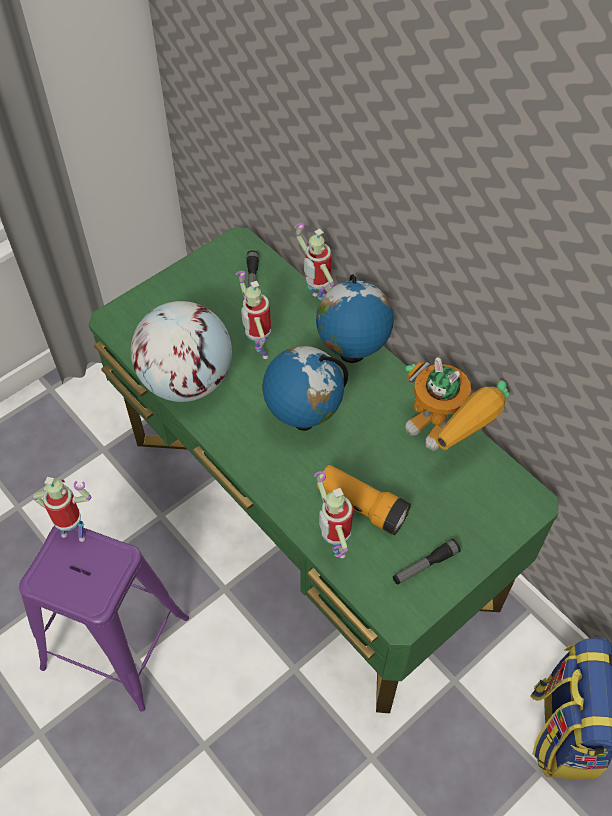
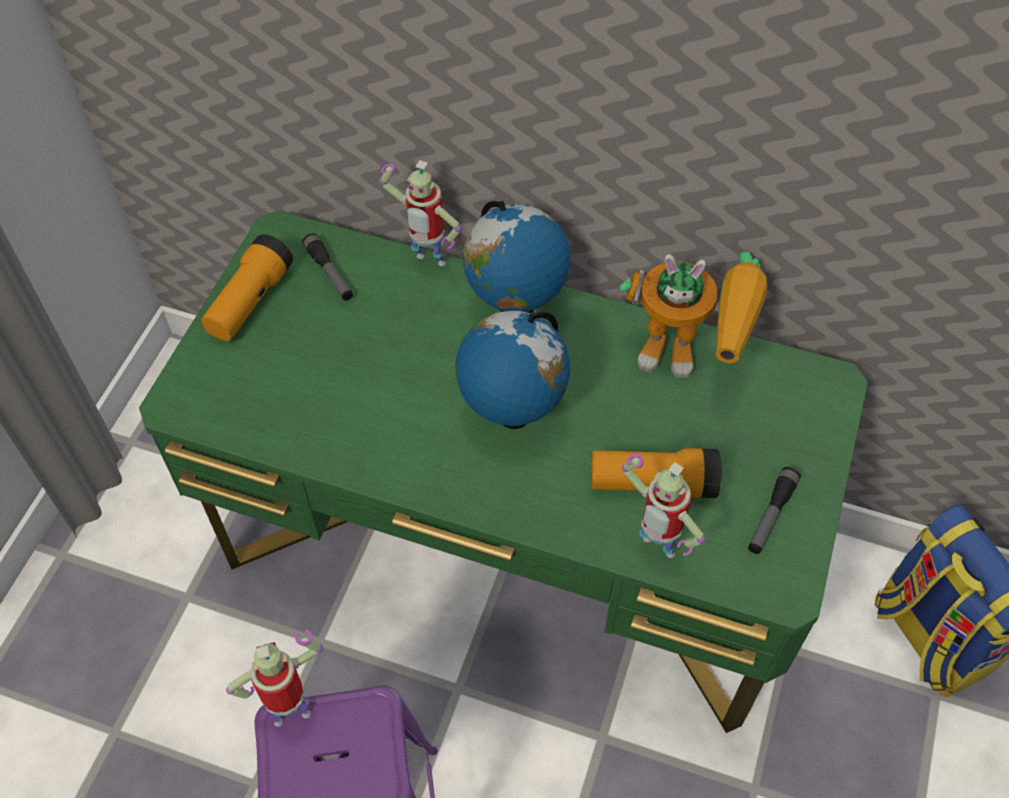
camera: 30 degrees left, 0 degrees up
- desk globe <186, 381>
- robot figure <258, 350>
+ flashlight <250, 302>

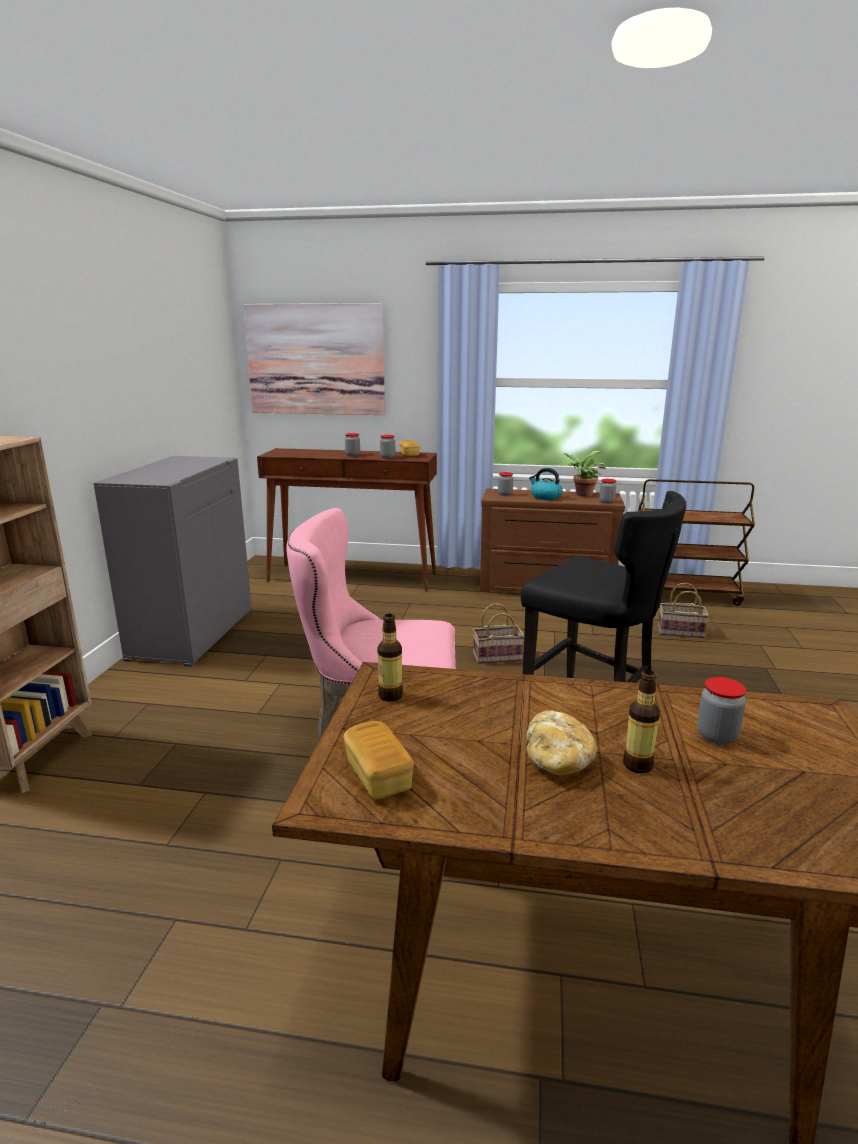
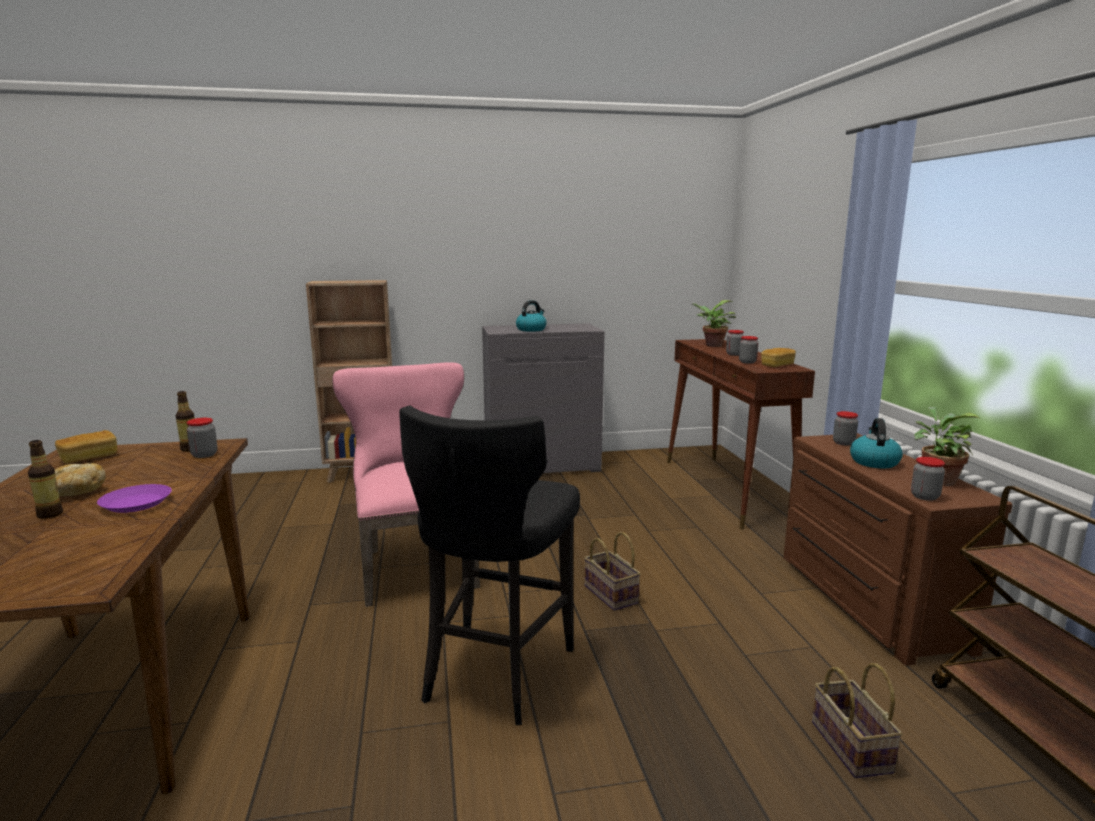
camera: 70 degrees right, 5 degrees down
- wall art <315, 360>
+ flat dish/purple-coloured <136, 504>
+ water kettle <531, 329>
+ potted plant <711, 345>
~ jar <717, 736> to <204, 455>

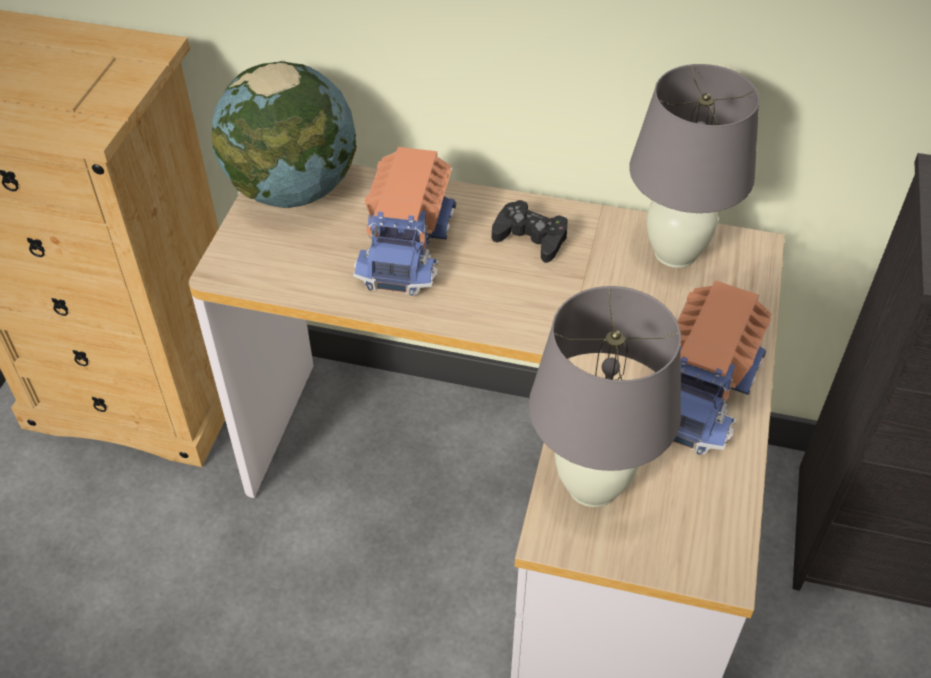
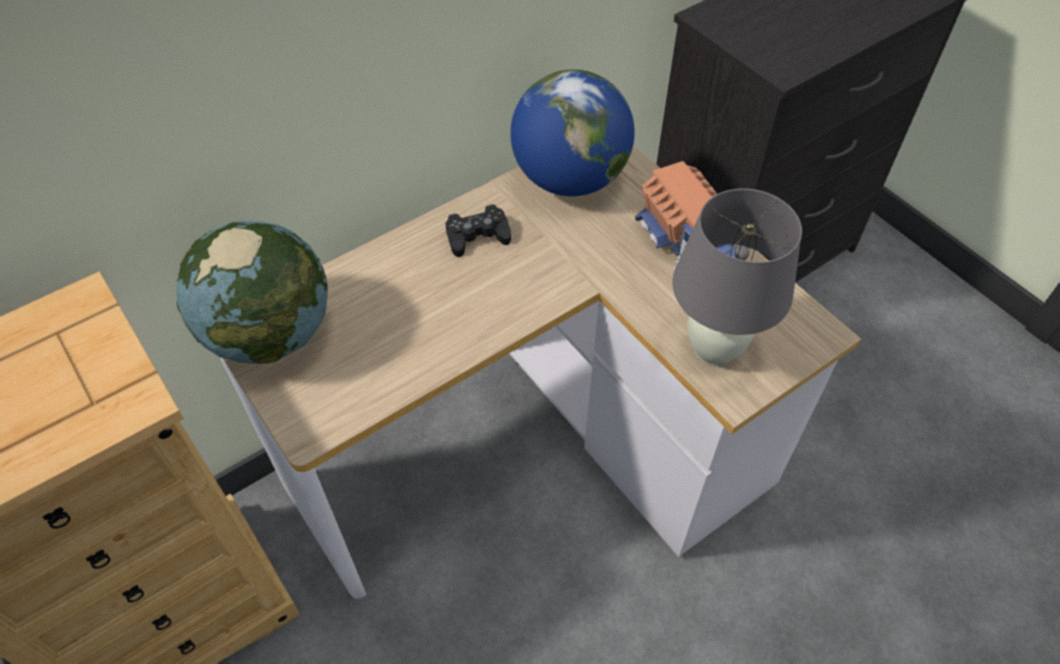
camera: 50 degrees left, 5 degrees up
- toy lorry <408, 245>
~ tabletop lamp/grey <675, 254> to desk globe <570, 179>

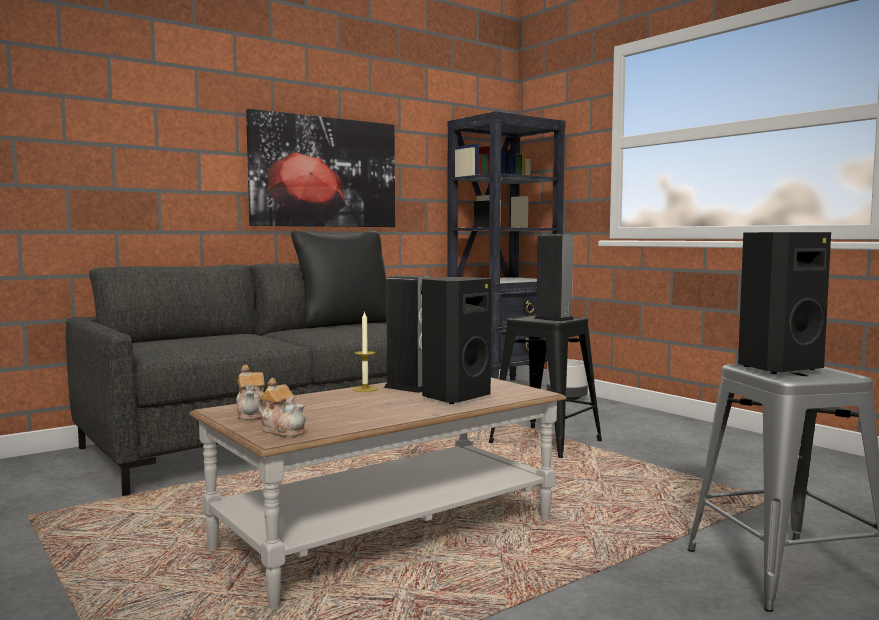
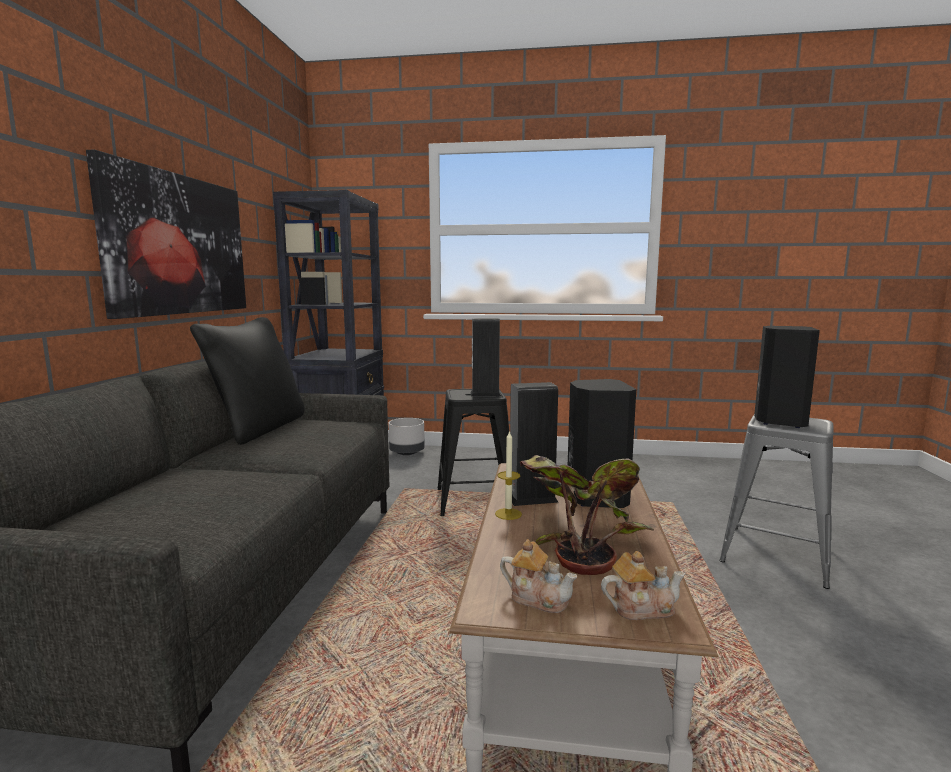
camera: 45 degrees left, 5 degrees up
+ potted plant <578, 542>

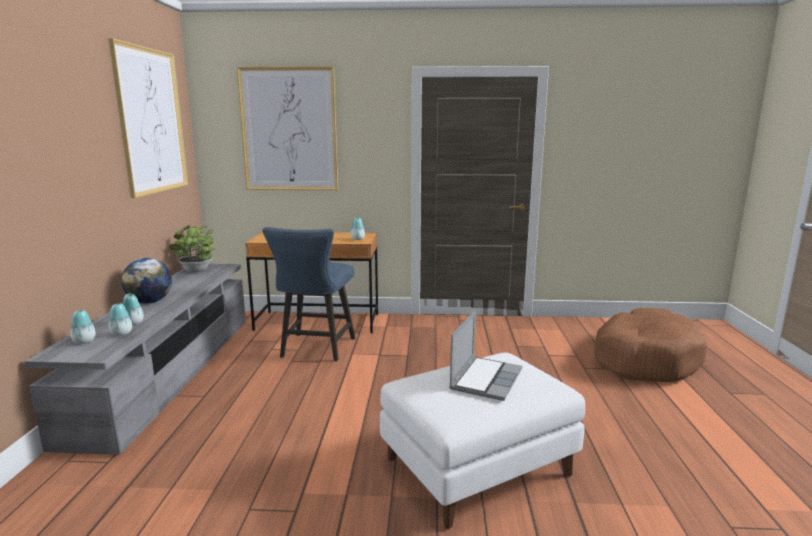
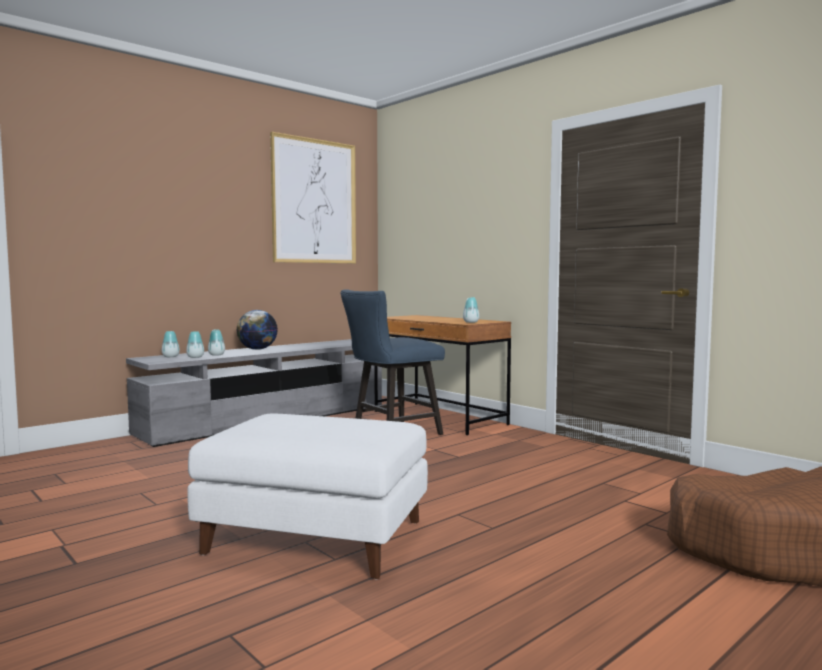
camera: 45 degrees right, 10 degrees down
- potted plant <196, 271>
- wall art <289, 130>
- laptop <485, 379>

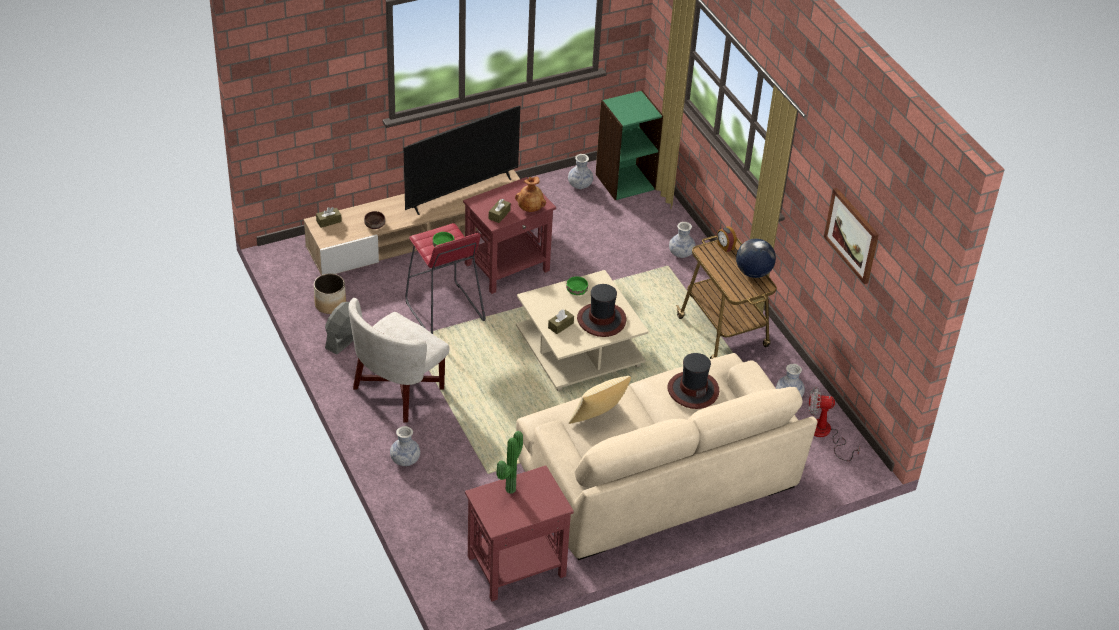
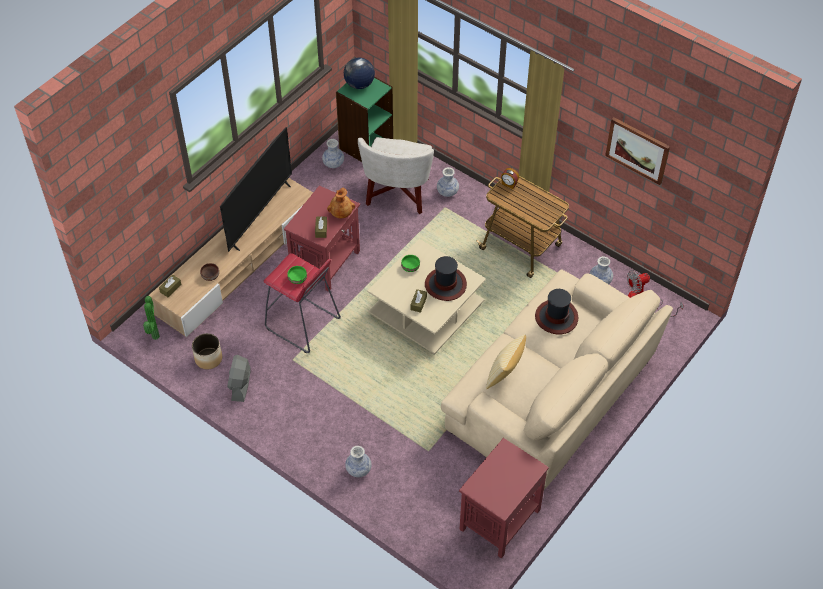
camera: 25 degrees left, 10 degrees up
~ armchair/whitish <398, 389> to <398, 192>
~ potted plant <508, 489> to <154, 336>
~ desk globe <753, 272> to <359, 84>

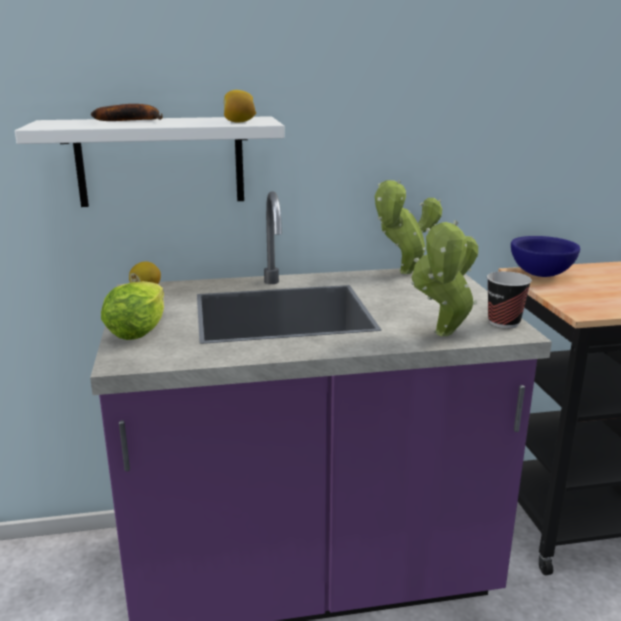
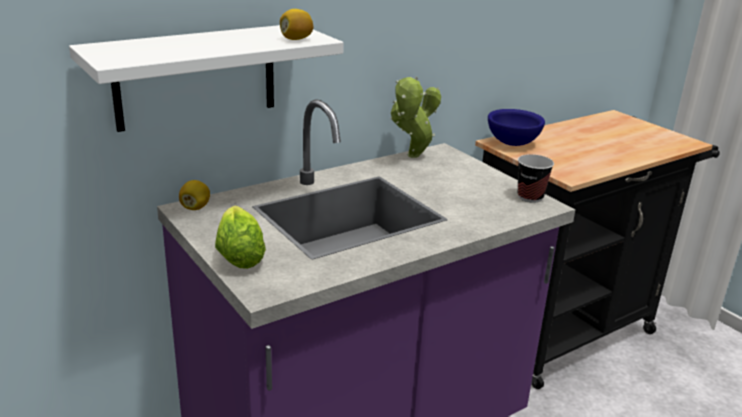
camera: 25 degrees left, 5 degrees up
- banana fruit <132, 120>
- potted plant <443, 336>

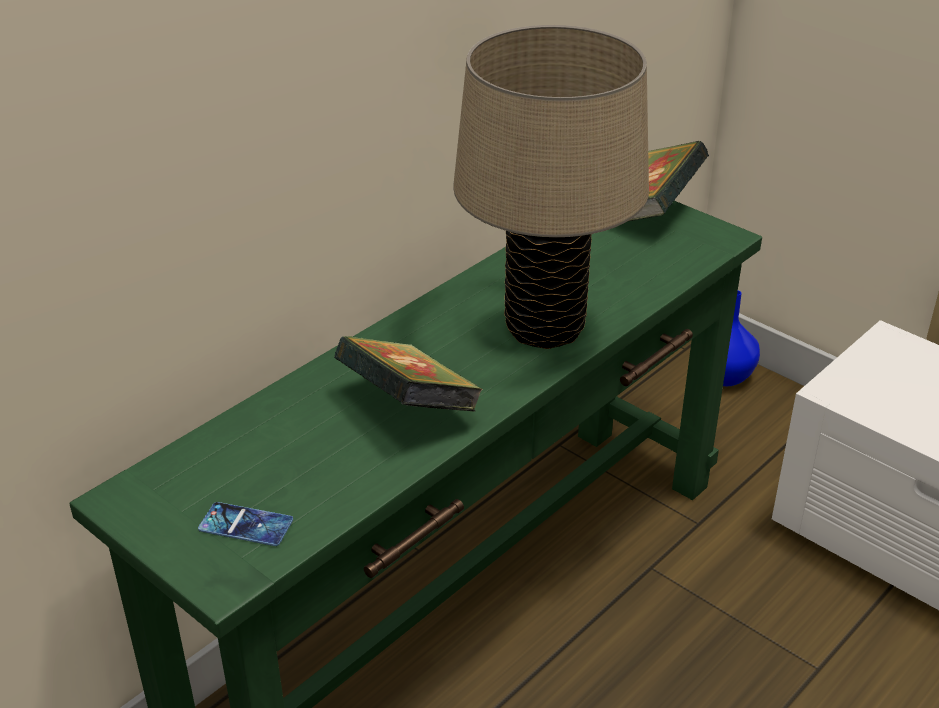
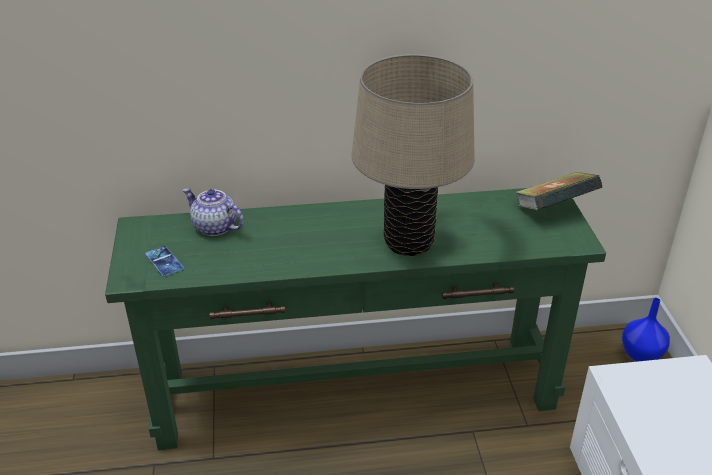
camera: 40 degrees right, 0 degrees up
- volume <408, 408>
+ teapot <214, 227>

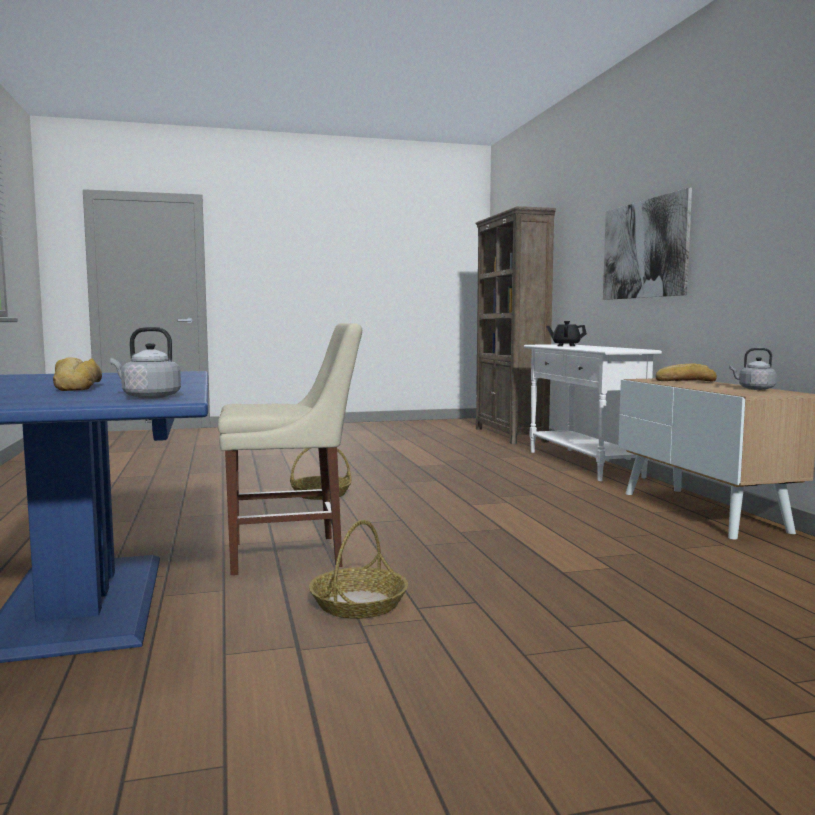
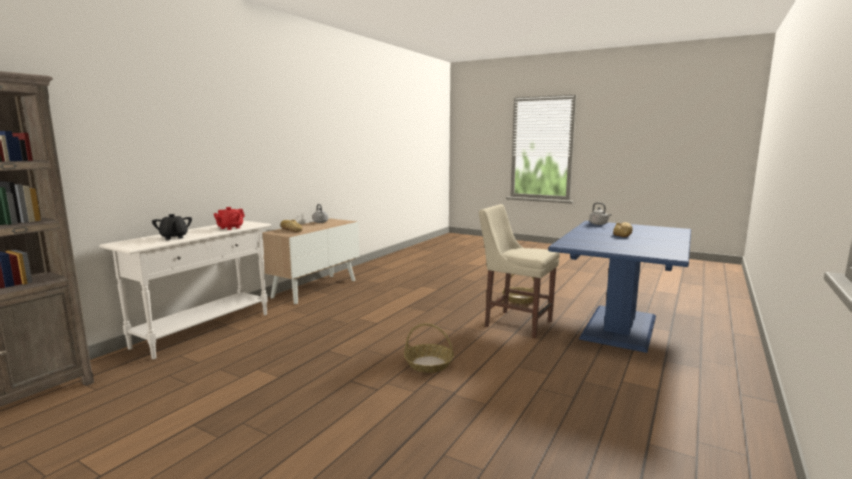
camera: 135 degrees left, 5 degrees up
- wall art <644, 249>
+ teapot/reddish <230, 228>

